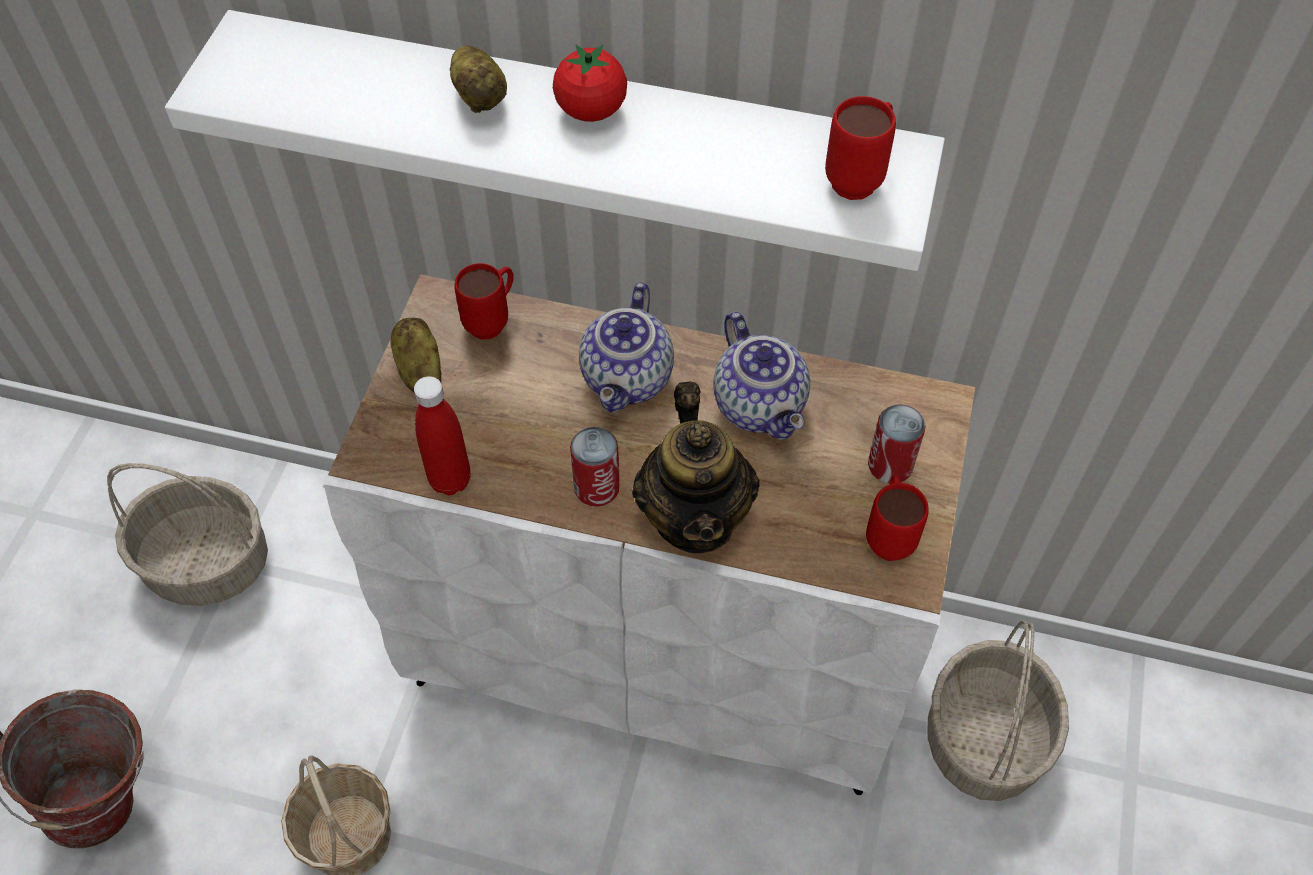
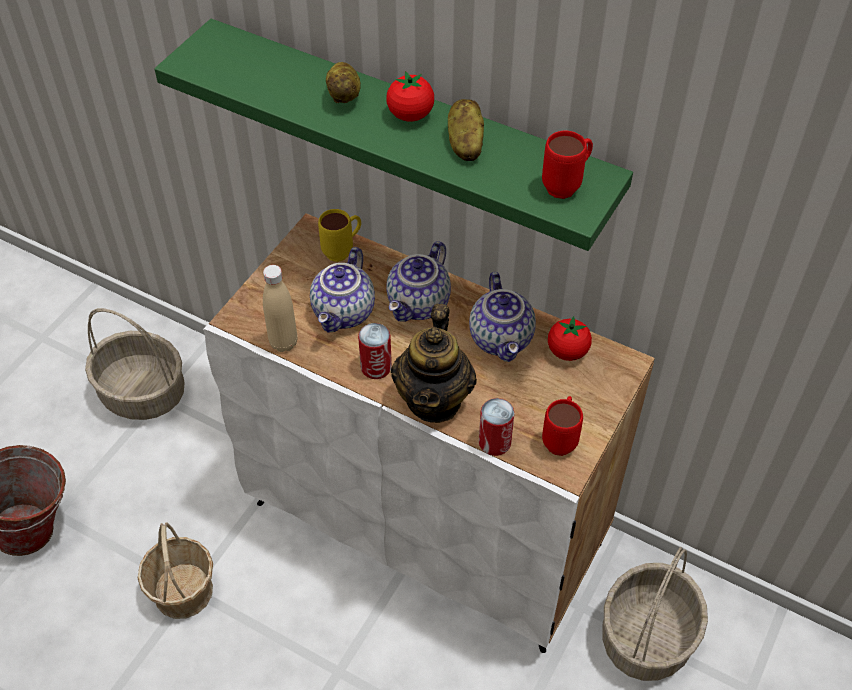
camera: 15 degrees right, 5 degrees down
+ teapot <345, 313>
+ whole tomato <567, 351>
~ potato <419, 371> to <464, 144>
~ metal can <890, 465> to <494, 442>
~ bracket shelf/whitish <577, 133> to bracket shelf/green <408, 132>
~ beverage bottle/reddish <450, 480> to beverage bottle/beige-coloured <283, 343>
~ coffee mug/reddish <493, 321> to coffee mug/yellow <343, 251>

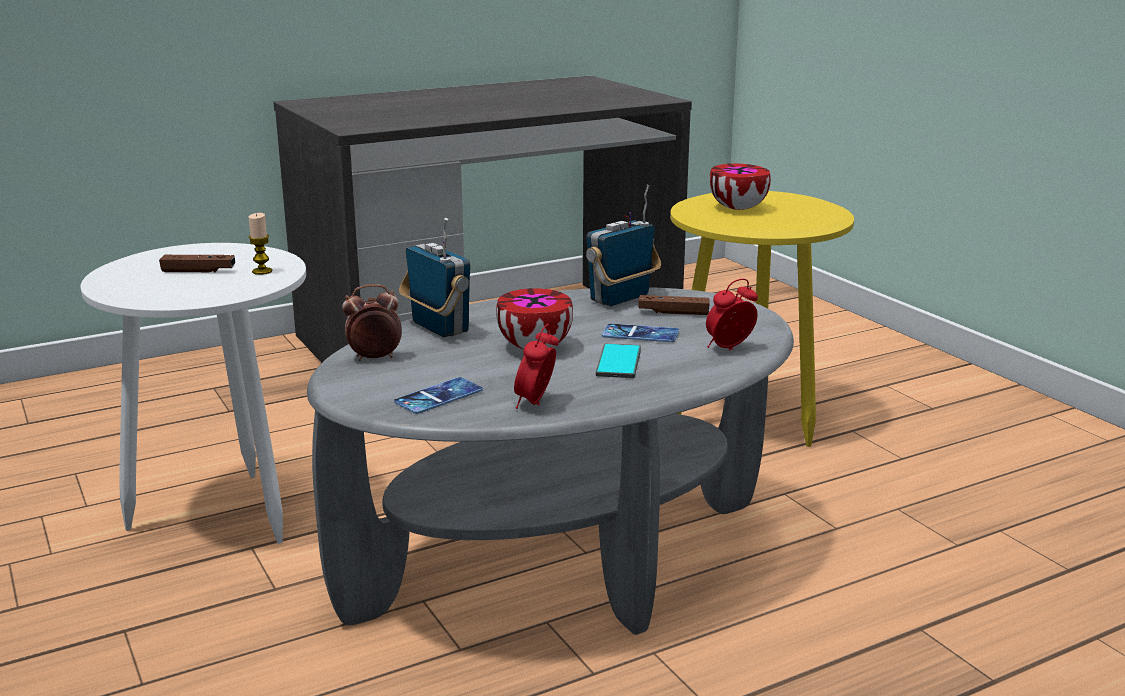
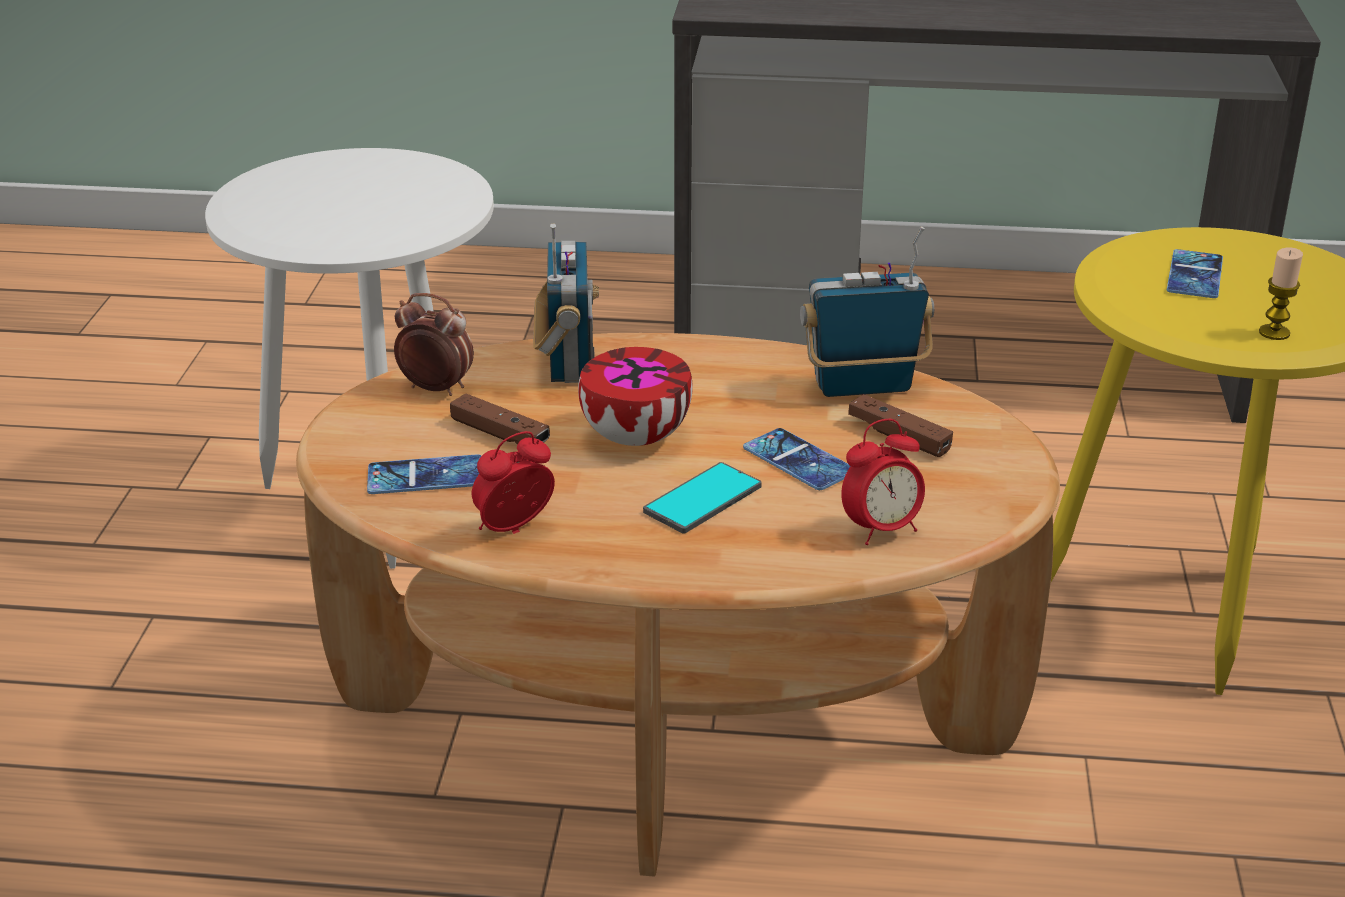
camera: 35 degrees right, 10 degrees up
~ joypad/brownish <198, 271> to <500, 434>
~ candle <262, 271> to <1274, 333>
~ bowl <737, 208> to telephone <1194, 275>
~ lounge table/grey <562, 559> to lounge table/brownish <673, 728>
~ bedside clock <729, 348> = <881, 530> 150 degrees clockwise

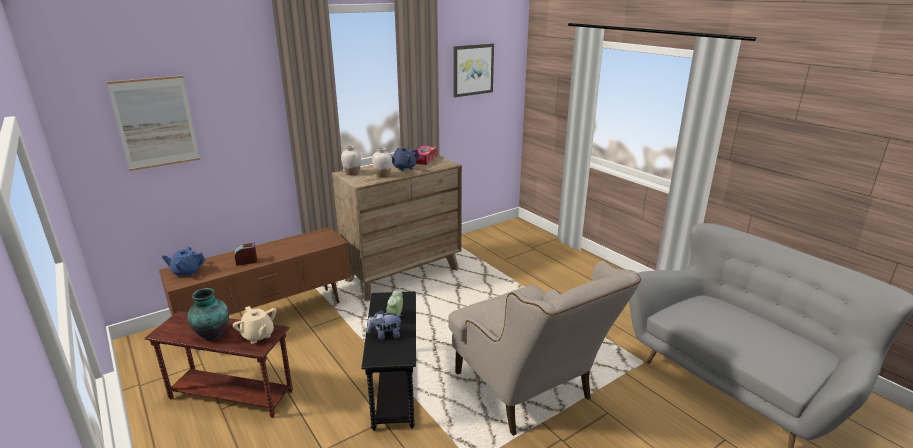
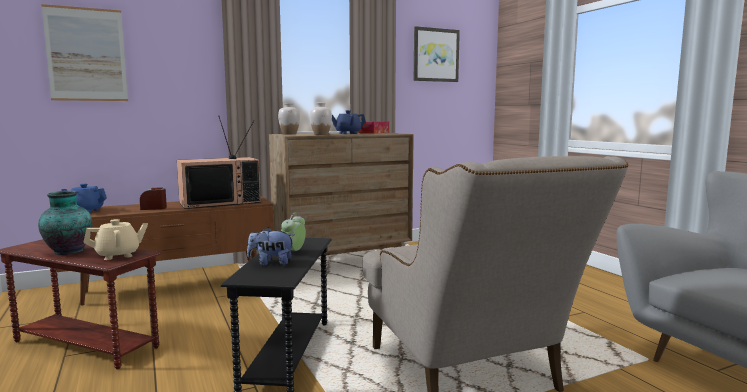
camera: 10 degrees right, 15 degrees down
+ TV <221, 202>
~ teapot/beige-coloured <258, 336> = <118, 255> 90 degrees counterclockwise

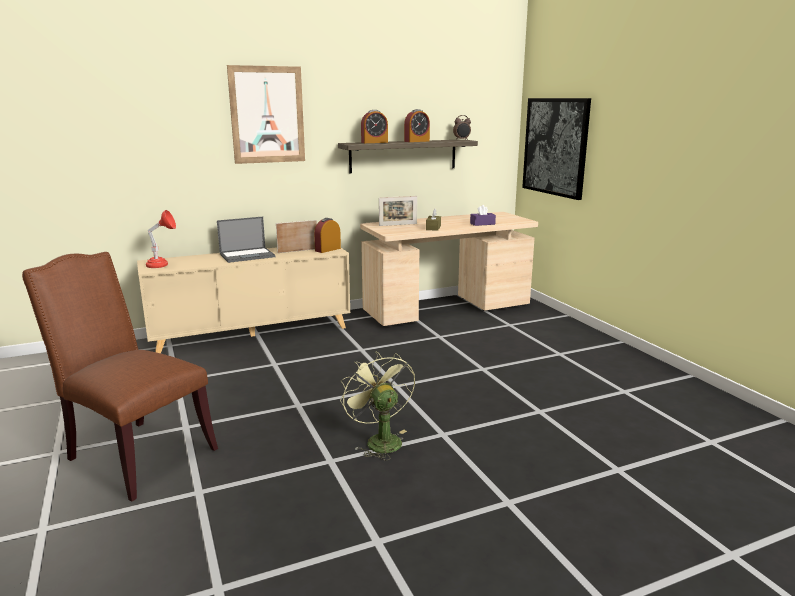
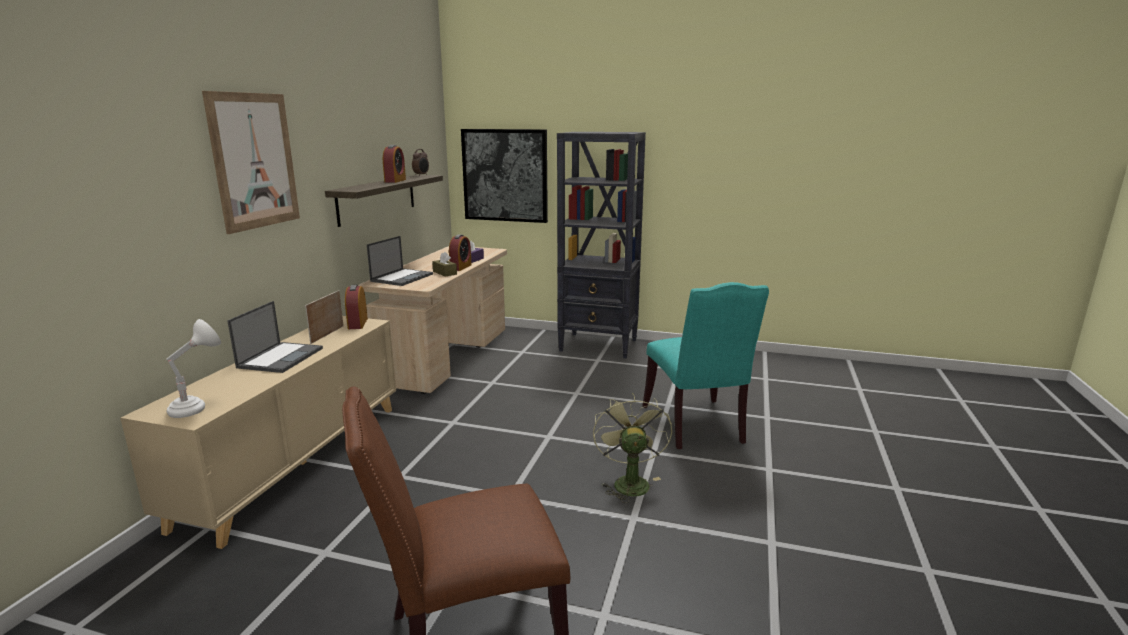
camera: 50 degrees left, 0 degrees up
+ shelving unit/black-coloured <599, 345>
+ plain chair/blue-green <696, 426>
~ bedside clock <374, 142> to <460, 267>
~ picture frame <398, 225> to laptop <402, 277>
~ tabletop lamp/reddish <163, 266> to tabletop lamp/whitish <198, 408>
~ fan/green <379, 440> = <629, 482> 75 degrees clockwise

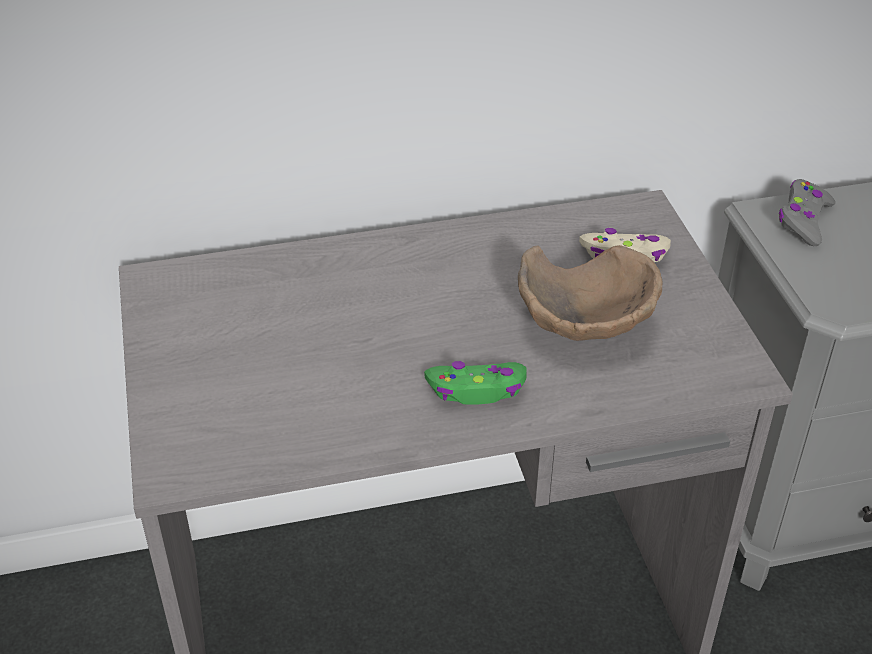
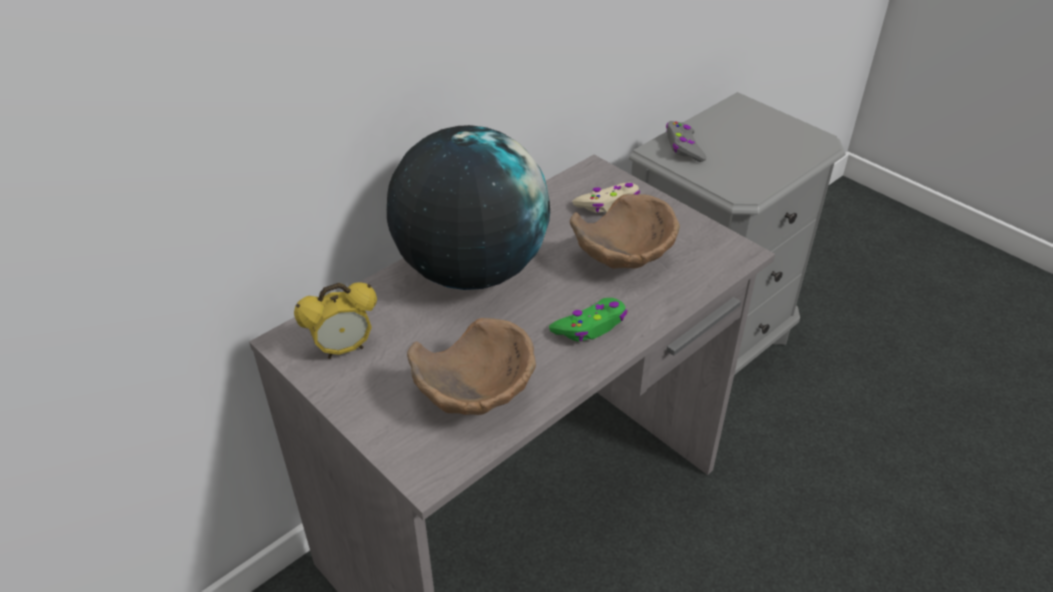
camera: 30 degrees left, 0 degrees up
+ bedside clock <344, 349>
+ desk globe <471, 270>
+ bowl/brownish <475, 398>

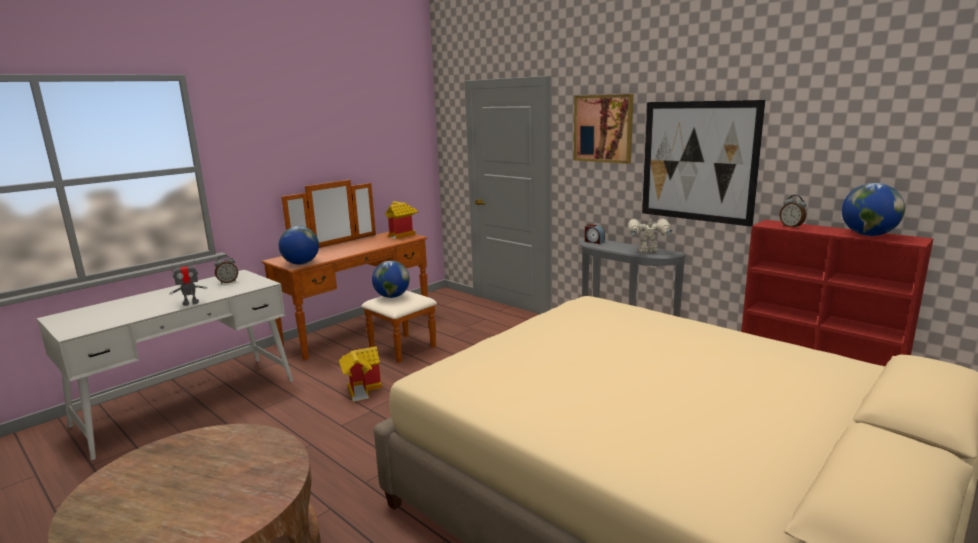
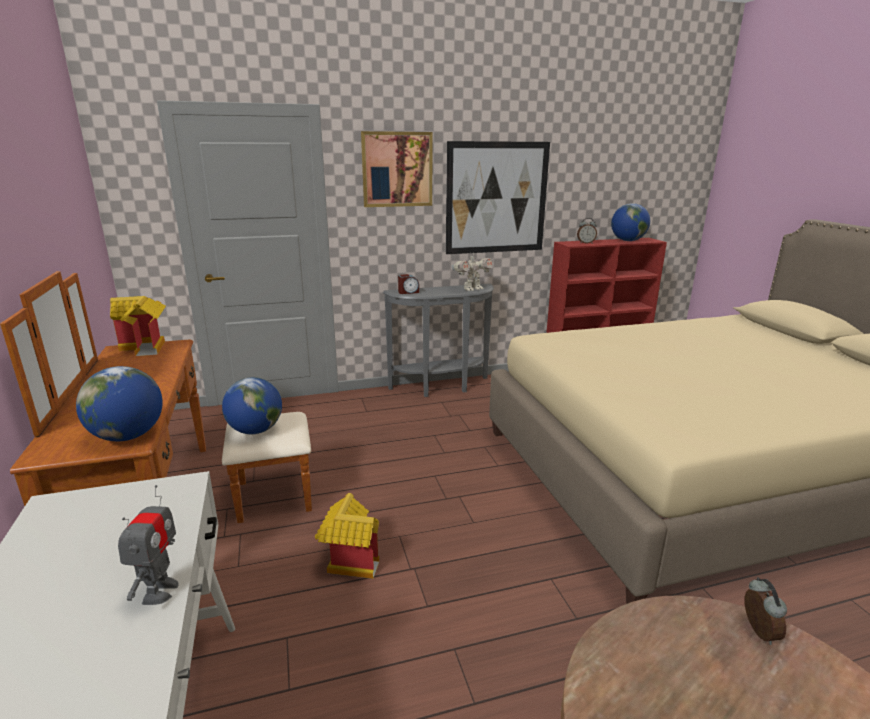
camera: 60 degrees left, 5 degrees up
~ bedside clock <228, 282> to <757, 632>
~ robot figure <648, 252> = <472, 289> 150 degrees counterclockwise

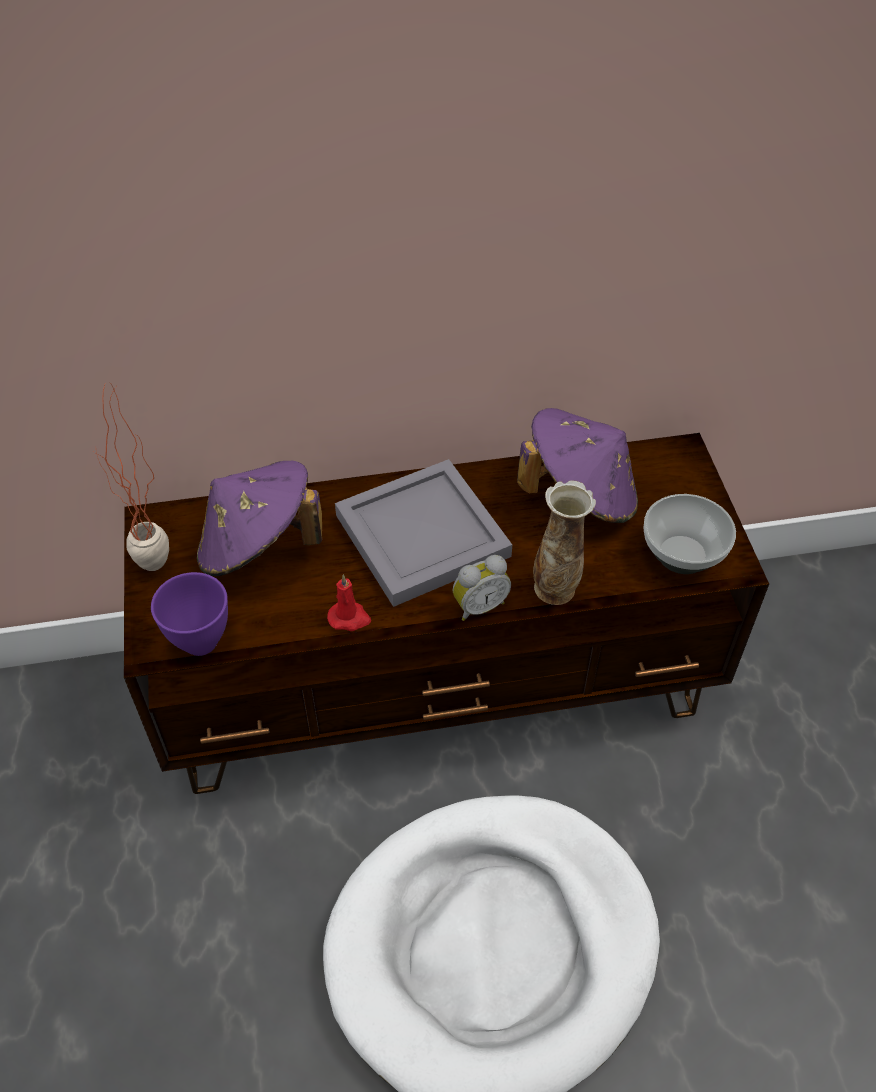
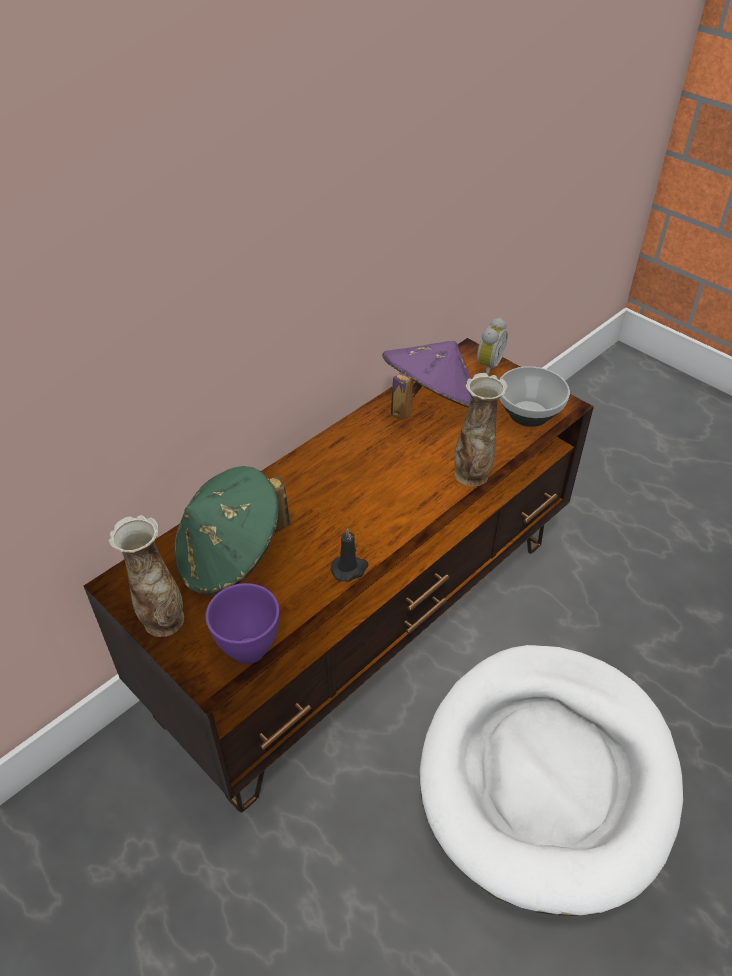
camera: 35 degrees left, 5 degrees down
- carrying tray/grey <421, 538>
~ bedside clock <479, 605> to <487, 366>
~ potted plant <157, 574> to vase <162, 620>
~ hat/purple-coloured <258, 546> to hat/green <230, 556>
~ candle/reddish <349, 618> to candle/black-coloured <350, 569>

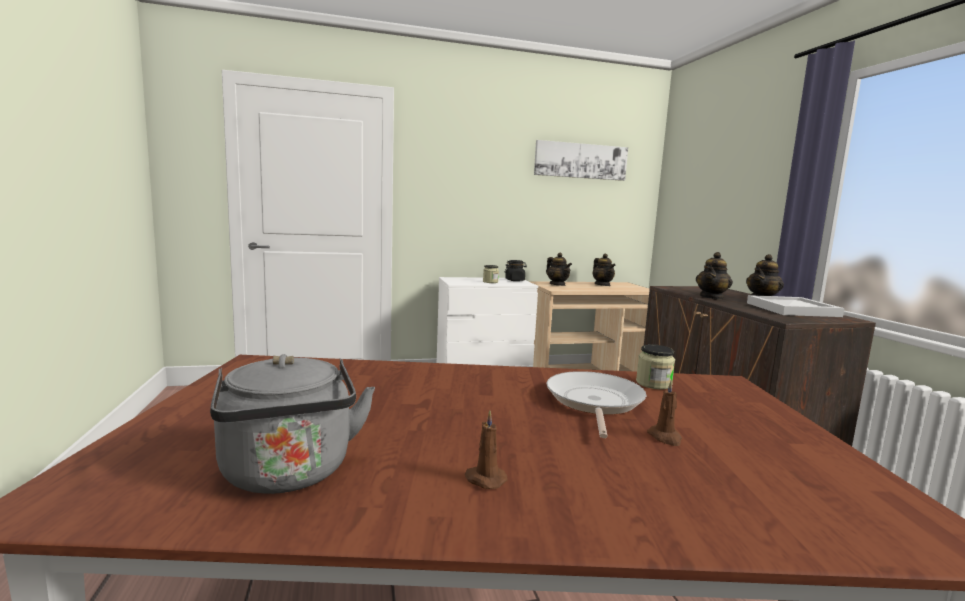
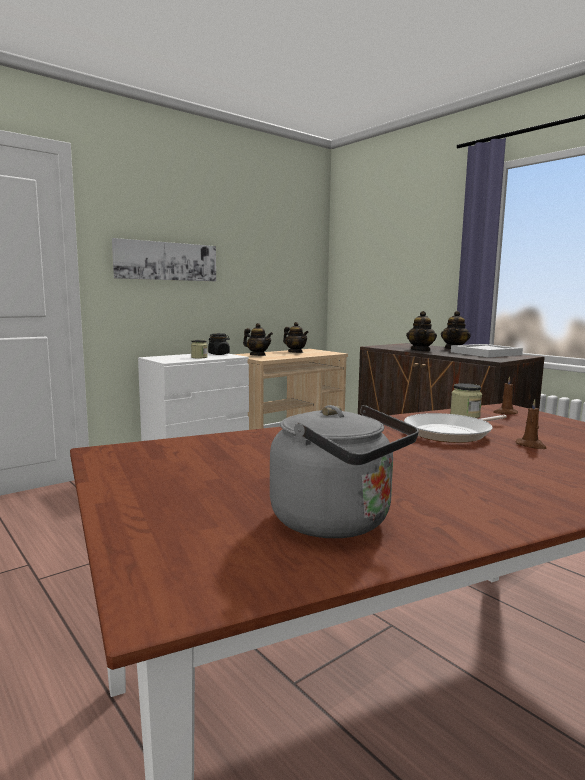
camera: 25 degrees left, 0 degrees up
~ candle/brownish <484, 479> to <505, 413>
~ wall art <580, 161> to <166, 261>
~ pan <594, 402> = <451, 433> 105 degrees counterclockwise

